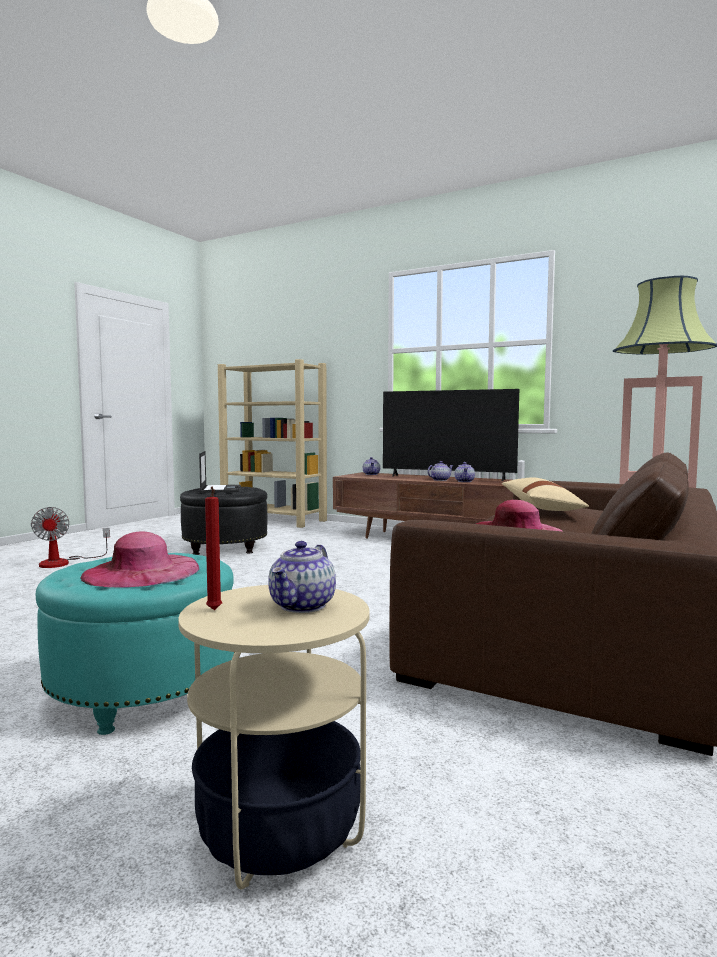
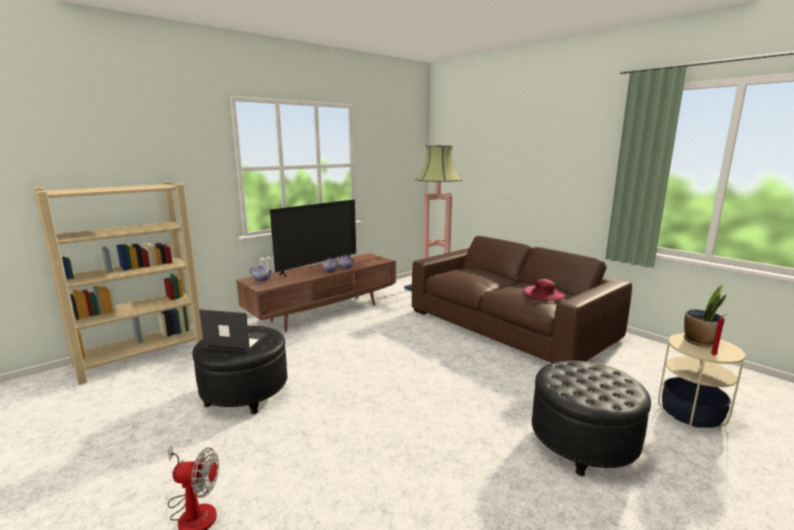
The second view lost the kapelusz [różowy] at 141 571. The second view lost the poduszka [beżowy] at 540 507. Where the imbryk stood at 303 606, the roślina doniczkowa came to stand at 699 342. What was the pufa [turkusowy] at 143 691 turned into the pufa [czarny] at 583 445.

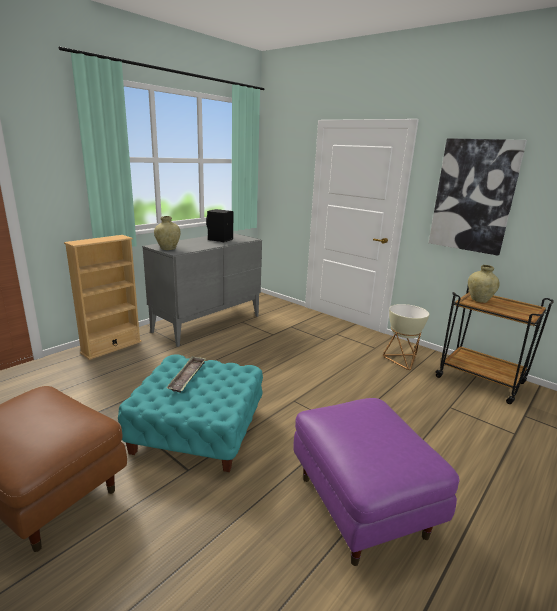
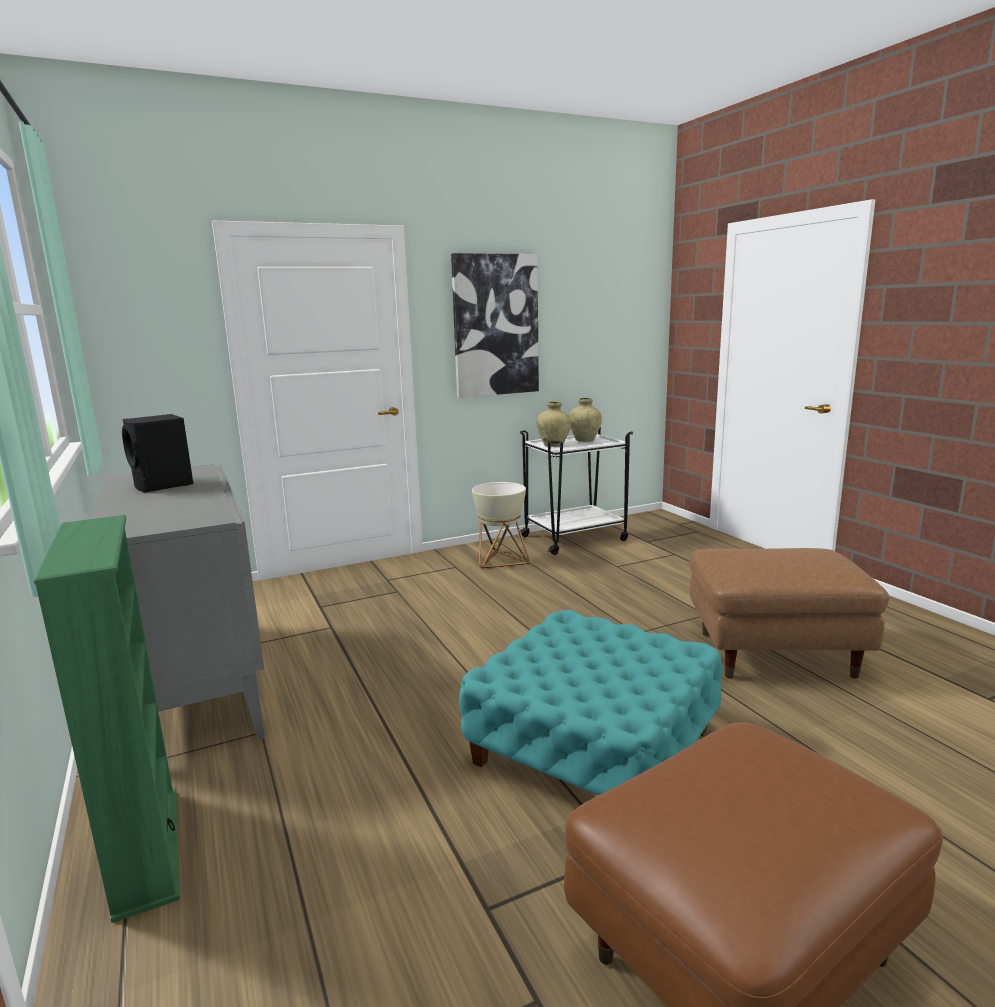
The second view lost the taca at 187 377. The wazon [beżowy] ended up elsewhere, having gone from 168 248 to 584 440. What was the regał [beżowy] at 111 347 turned into the regał [zielony] at 147 850. What was the pufa [fioletowy] at 360 505 turned into the pufa [brązowy] at 772 654. What was the wózek [brązowy] at 481 380 turned into the wózek [biały] at 575 538.

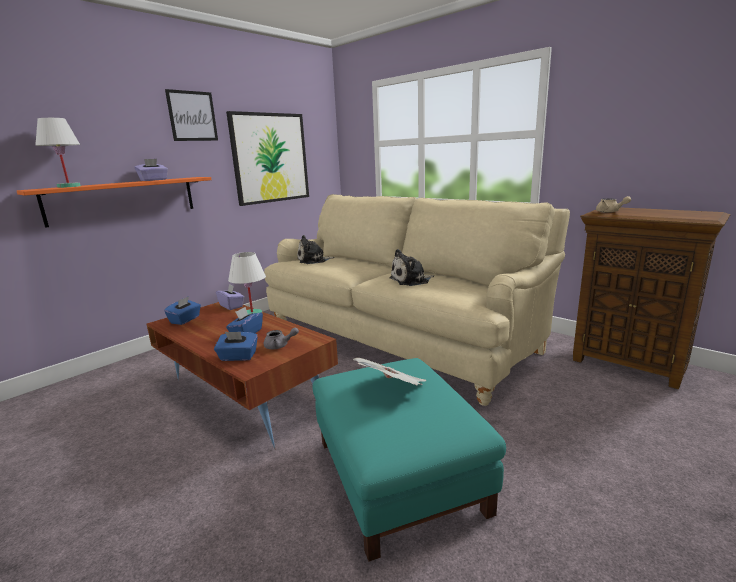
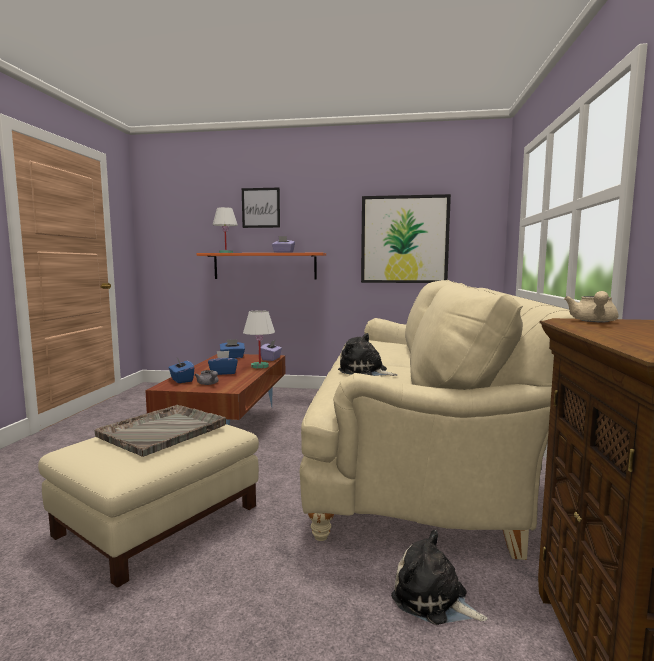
The obraz ended up elsewhere, having gone from 192 116 to 261 208. The pluszak ended up elsewhere, having gone from 313 260 to 433 599. Where the gazeta stood at 392 389, the taca [szary] came to stand at 164 430. What was the pufa [turkusowy] at 396 474 turned into the pufa [beżowy] at 159 519.

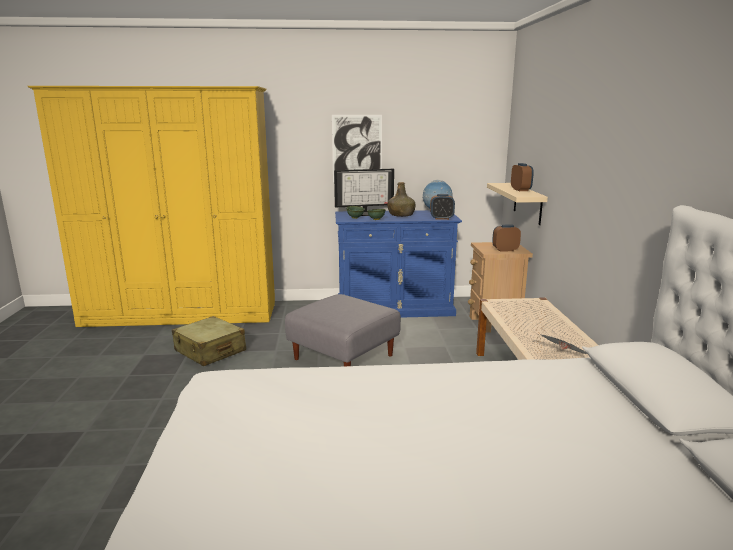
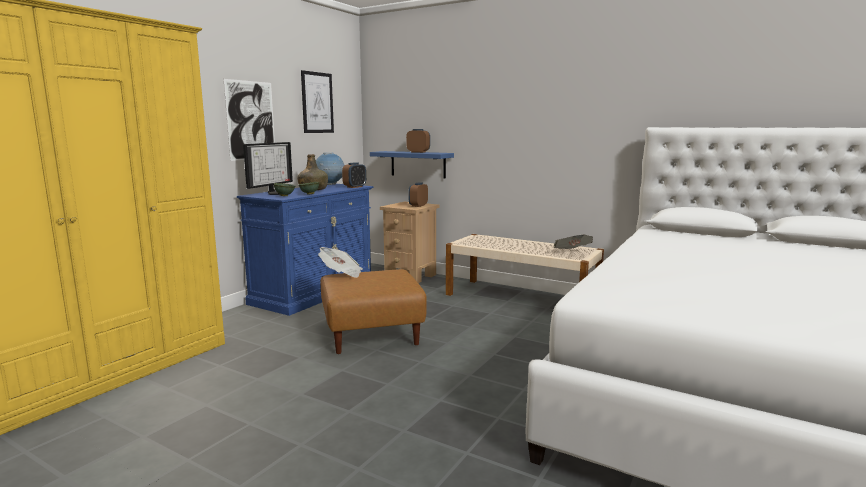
The second view lost the walizka [beżowy] at 210 351. The second view gained the obraz at 317 102. The second view gained the gazeta at 341 273. What was the pufa [szary] at 344 357 turned into the pufa [brązowy] at 372 334. What was the półka [beżowy] at 527 203 turned into the półka [niebieski] at 418 164.

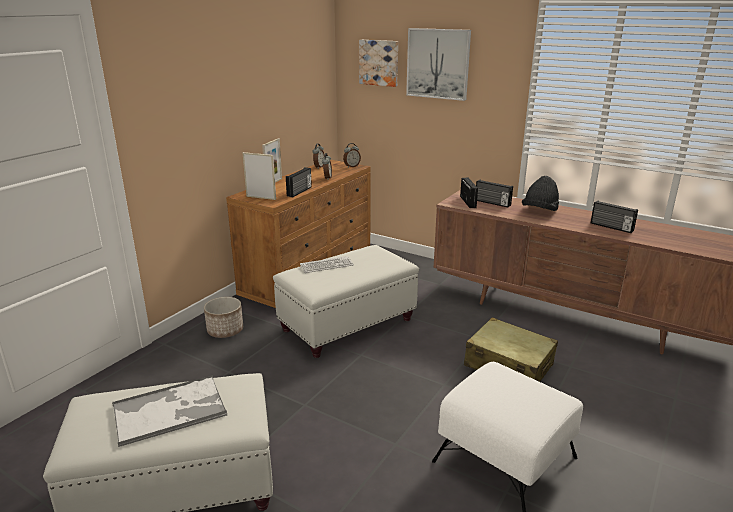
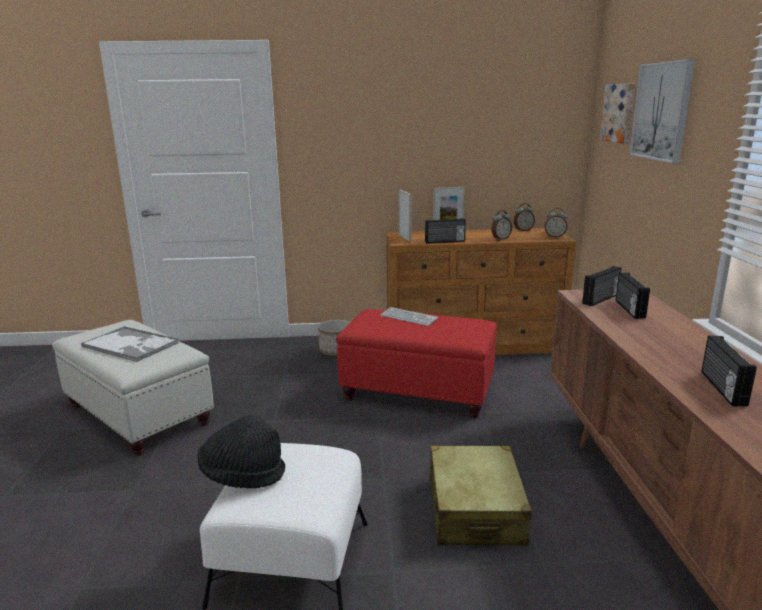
The kapelusz [czarny] ended up elsewhere, having gone from 539 211 to 242 475. What was the pufa [biały] at 348 324 turned into the pufa [czerwony] at 419 392.

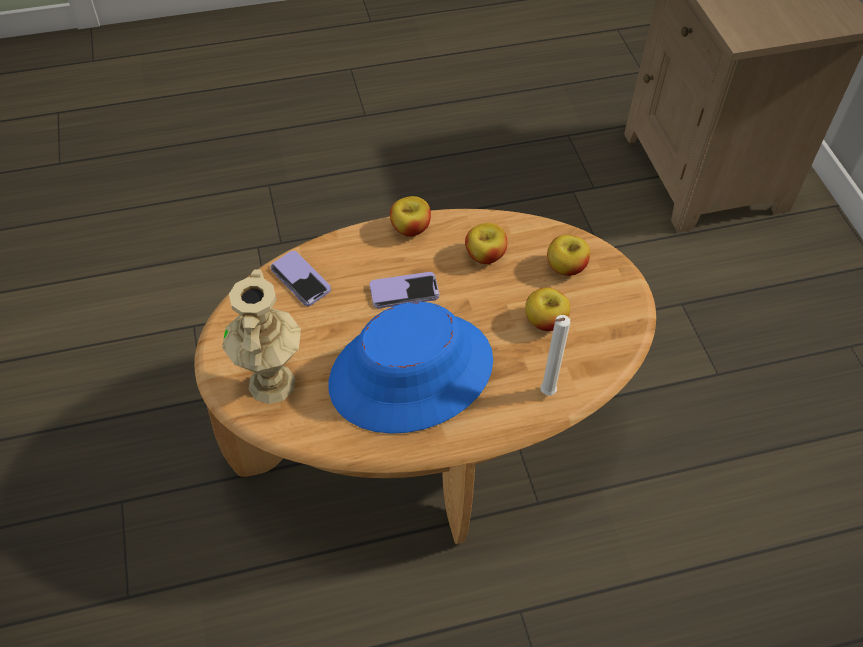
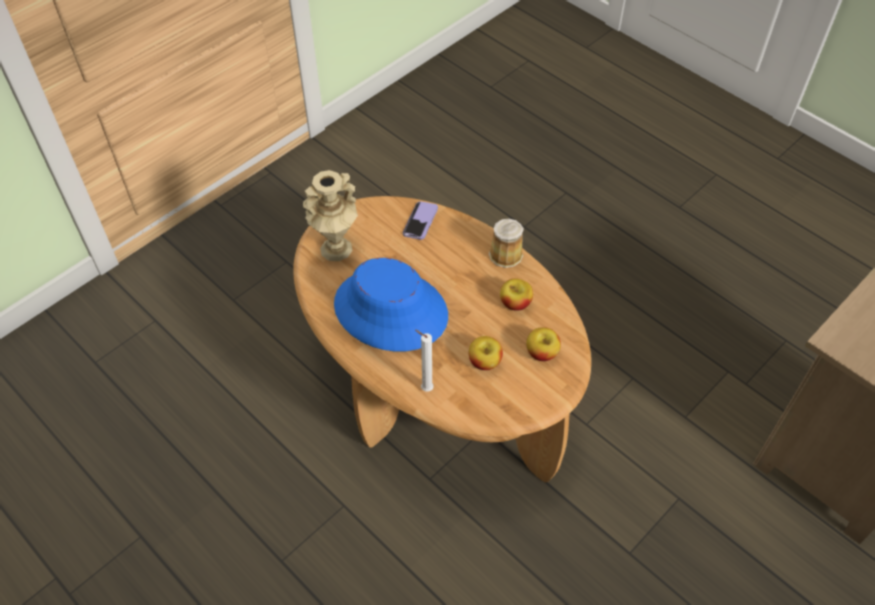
The second view lost the telefon at 404 291. Where the jabłko stood at 410 228, the kubek came to stand at 505 253.

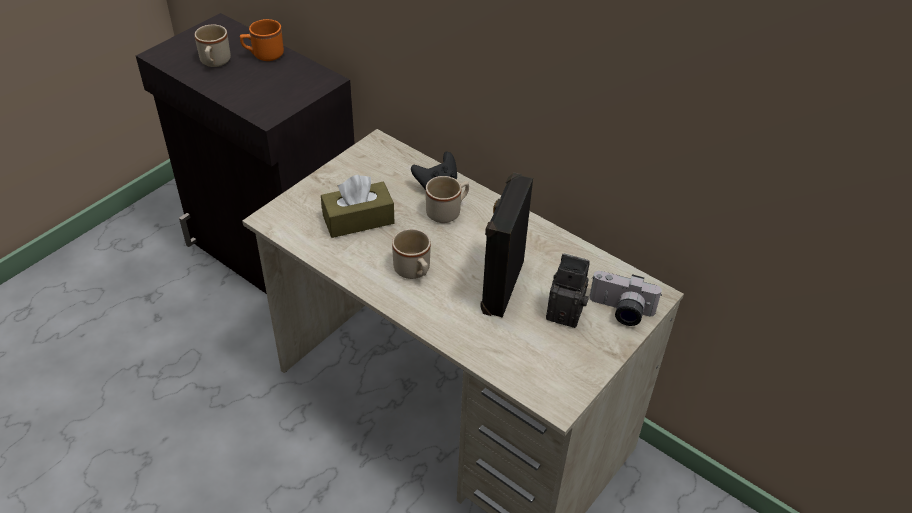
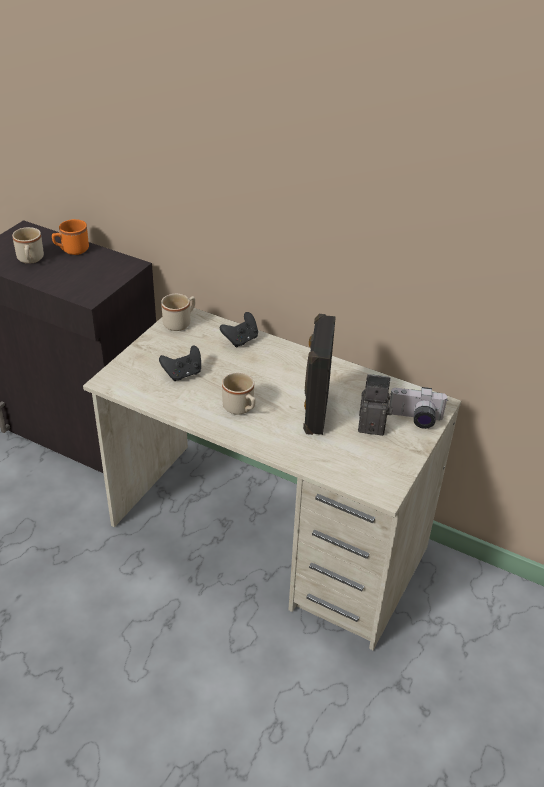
The kubek [beżowy] ended up elsewhere, having gone from 448 211 to 180 322. Where the pudełko chusteczek [brązowy] stood at 358 220, the pad do gier [czarny] came to stand at 183 374.

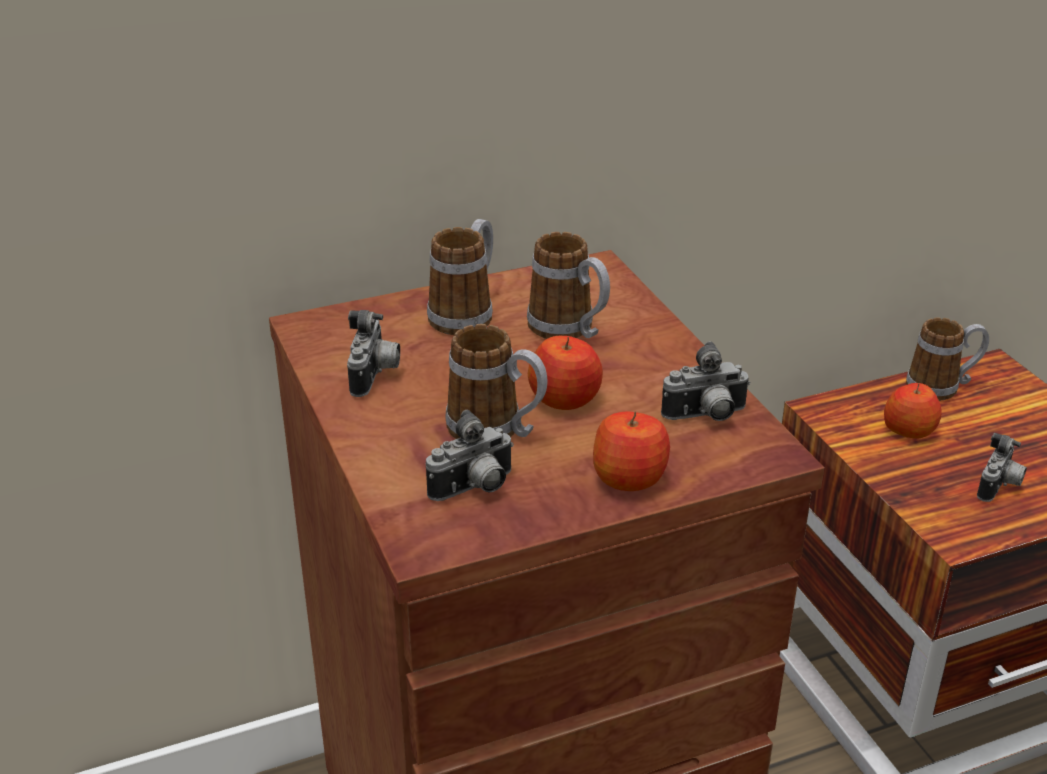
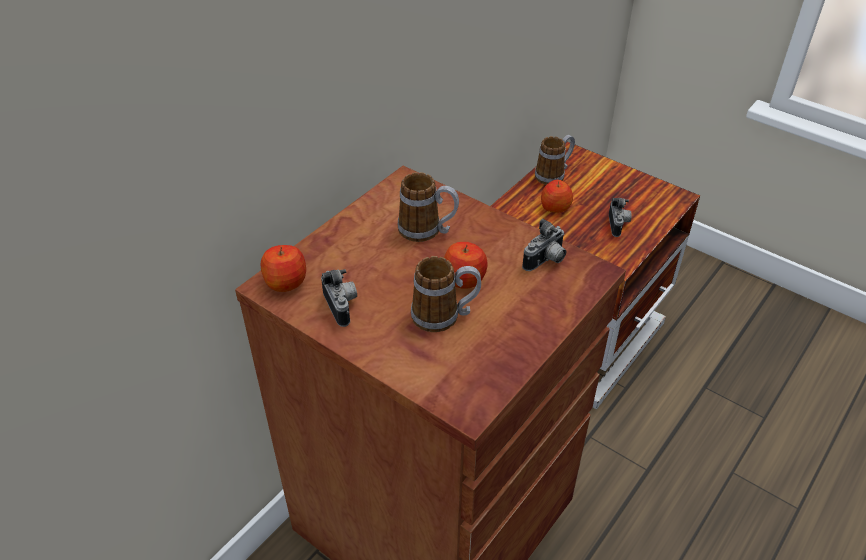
The second view lost the aparat fotograficzny at 475 489. The second view lost the kubek at 467 313. The jabłko ended up elsewhere, having gone from 629 477 to 285 282.

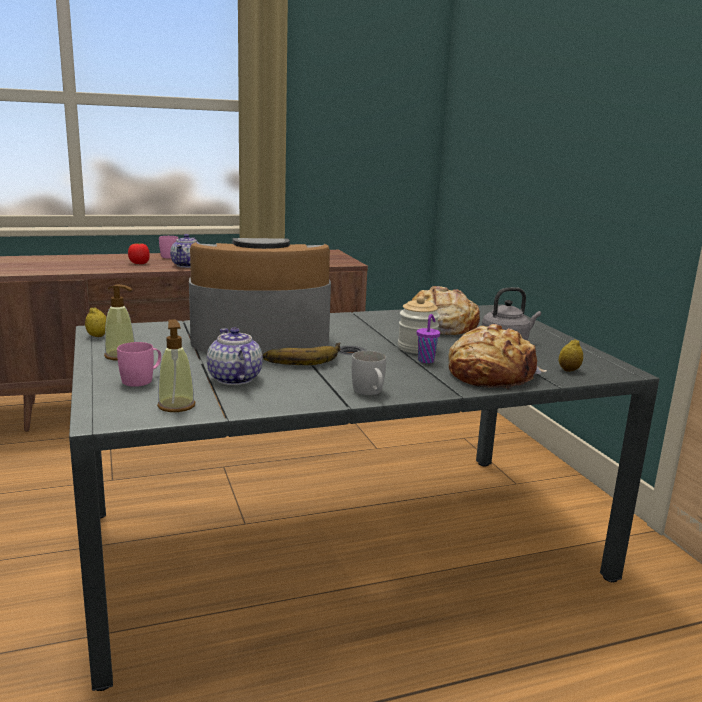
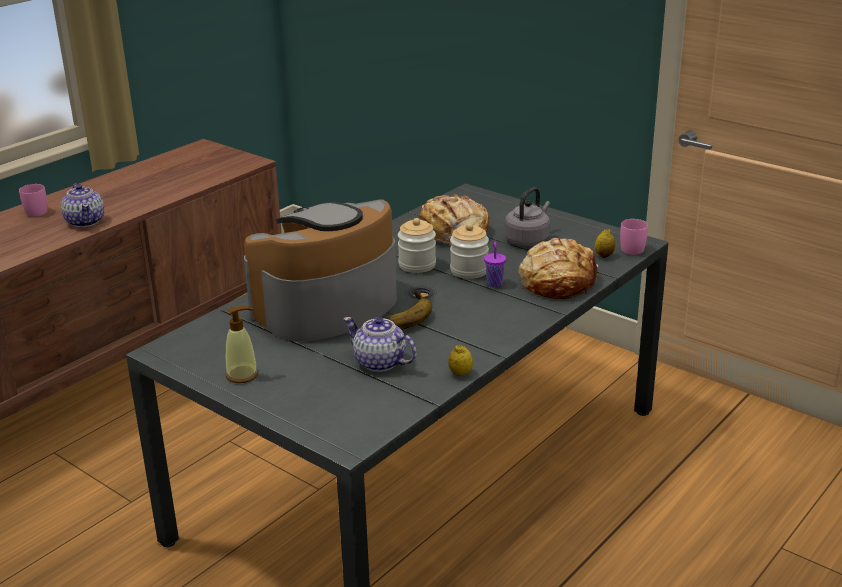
The second view lost the pomidor at 139 263. The second view lost the dozownik mydła at 176 405. The second view lost the kubek [biały] at 370 392. The second view gained the słoik at 417 265. The cytryna ended up elsewhere, having gone from 97 336 to 460 373. The kubek [różowy] ended up elsewhere, having gone from 142 379 to 631 247.

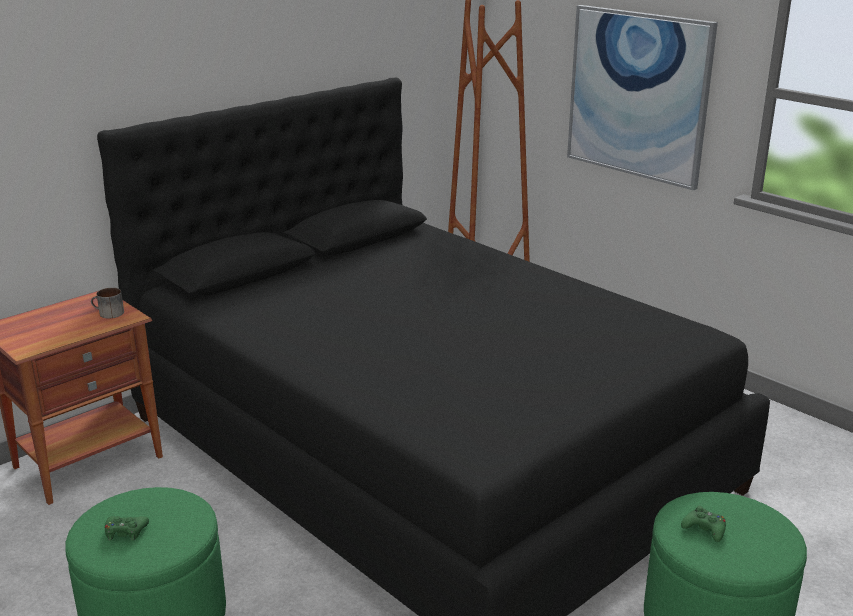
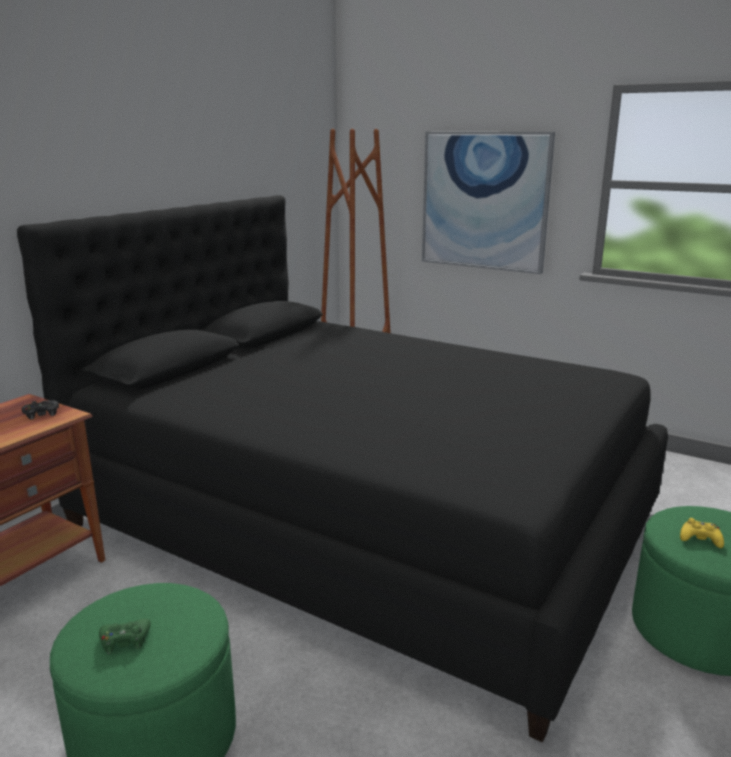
Where the kubek stood at 108 314, the pad do gier [czarny] came to stand at 41 414. What was the pad do gier [zielony] at 704 529 turned into the pad do gier [żółty] at 700 539.

